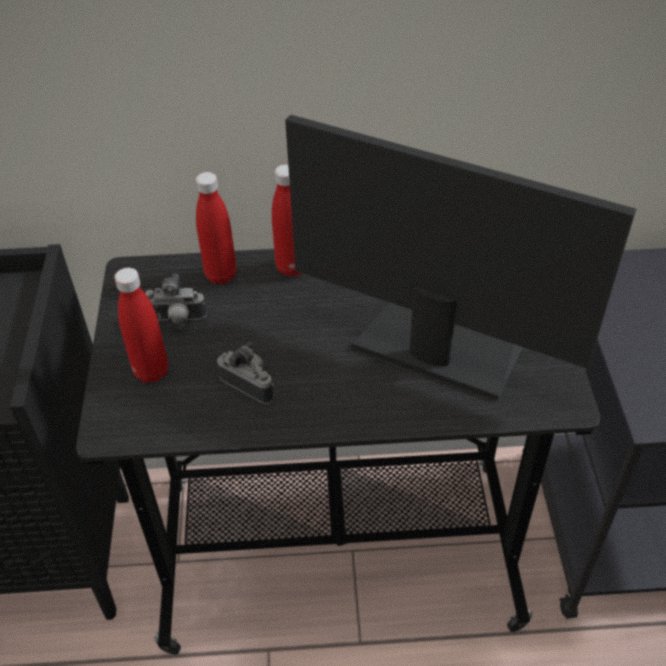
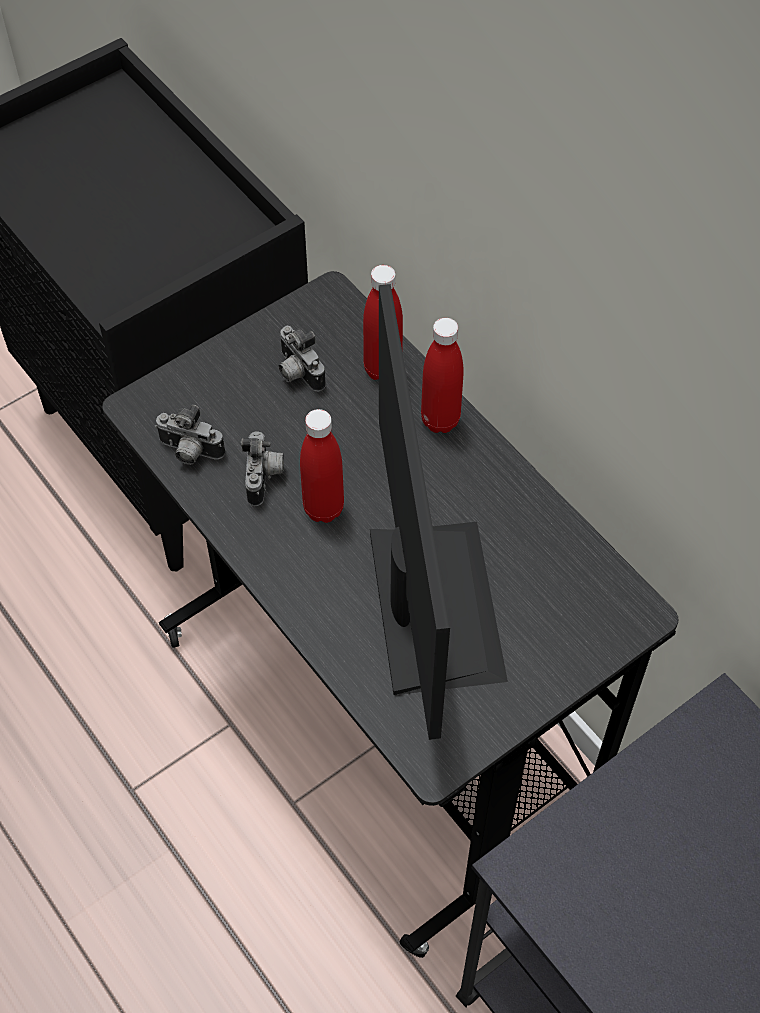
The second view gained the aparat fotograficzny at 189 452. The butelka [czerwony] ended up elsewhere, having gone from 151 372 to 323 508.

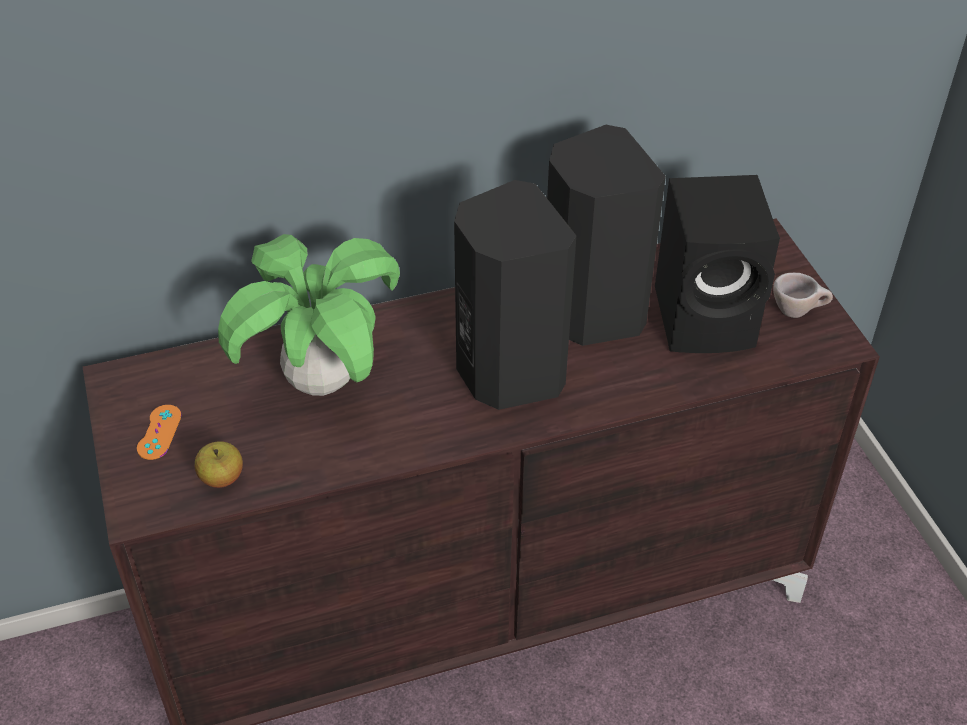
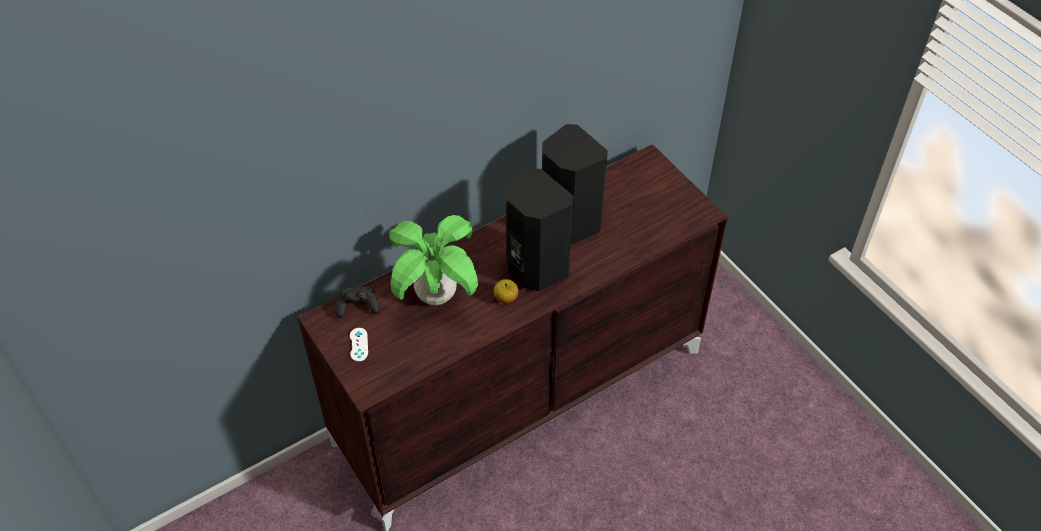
The second view lost the głośnik [czarny] at 708 318. The second view lost the filiżanka [beżowy] at 797 311. The second view gained the pad do gier [czarny] at 358 306. The jabłko ended up elsewhere, having gone from 221 478 to 506 298. What was the pad do gier [pomarańczowy] at 159 432 turned into the pad do gier [biały] at 359 344.

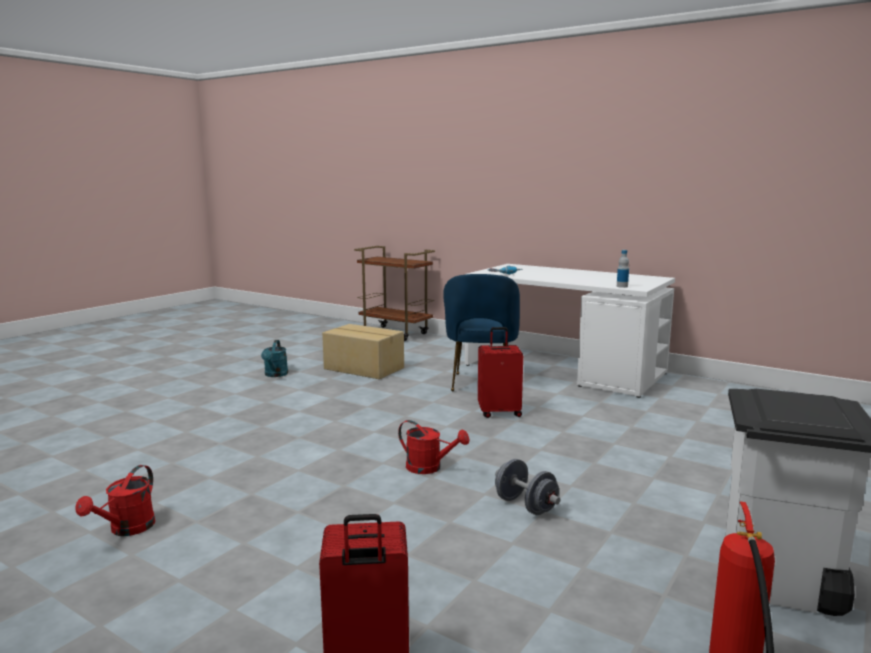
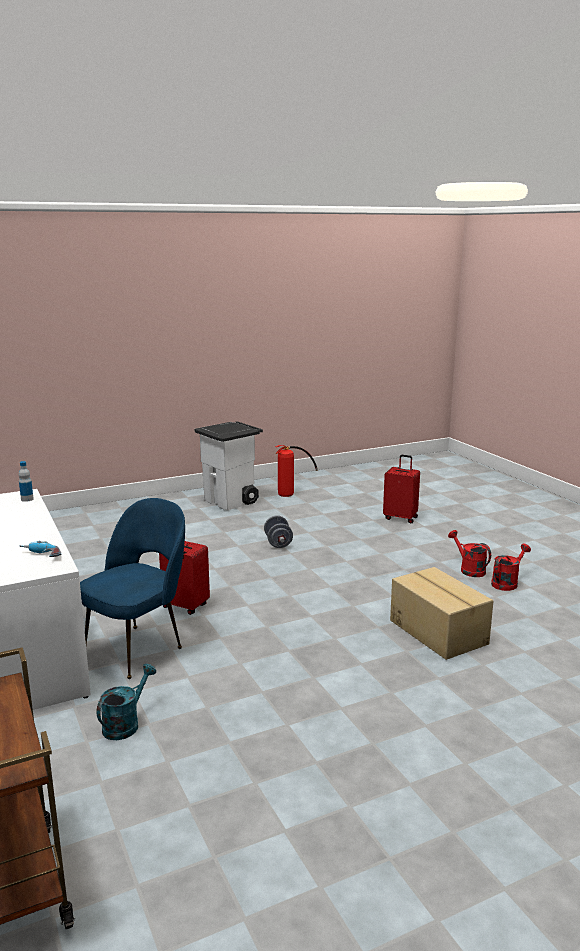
The konewka [turkusowy] ended up elsewhere, having gone from 275 375 to 125 724. The karton ended up elsewhere, having gone from 363 369 to 438 631. The konewka [czerwony] ended up elsewhere, having gone from 429 468 to 469 569.

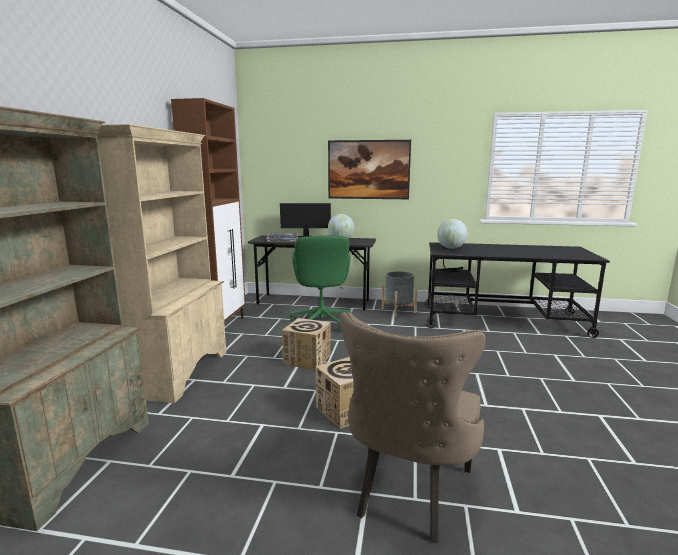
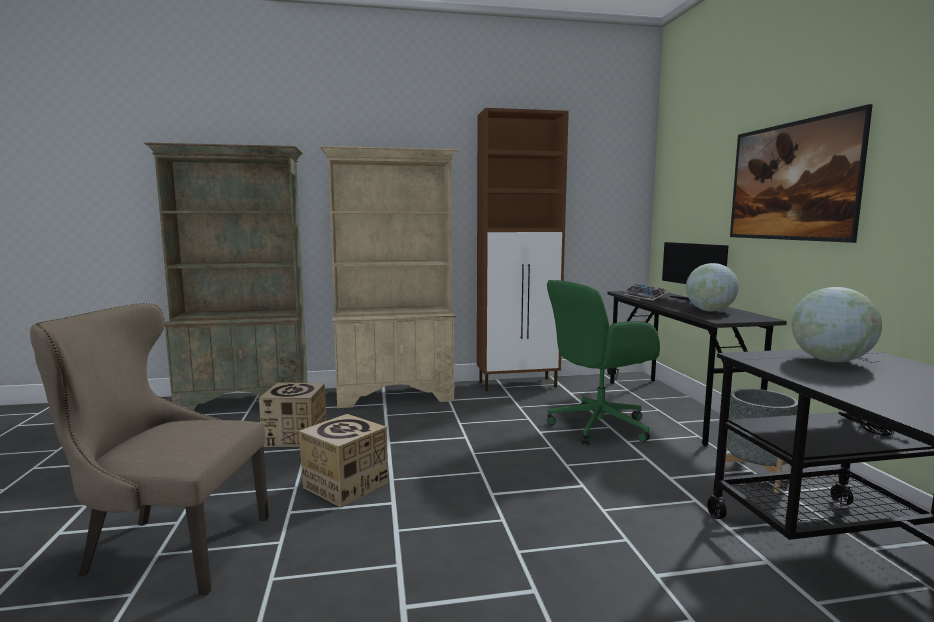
The karton ended up elsewhere, having gone from 307 359 to 295 437.

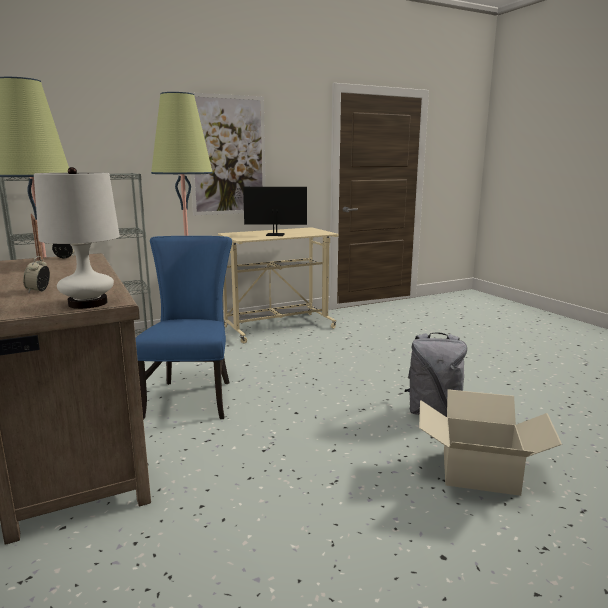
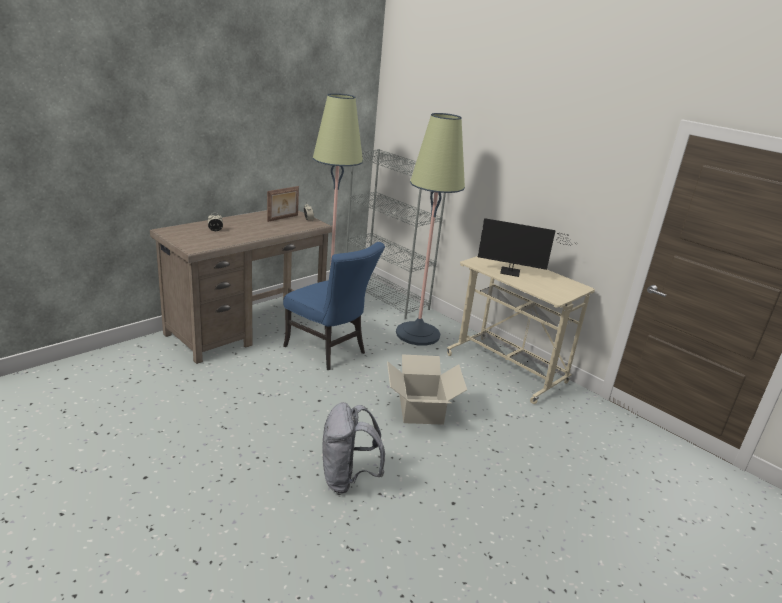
The second view lost the lampa stołowa [biały] at 88 303. The second view lost the obraz at 228 155. The karton ended up elsewhere, having gone from 479 471 to 421 409. The krzesło [niebieski] at 192 396 ended up facing another way, 60 degrees clockwise from before. The monitor at 272 234 ended up facing another way, 120 degrees clockwise from before.

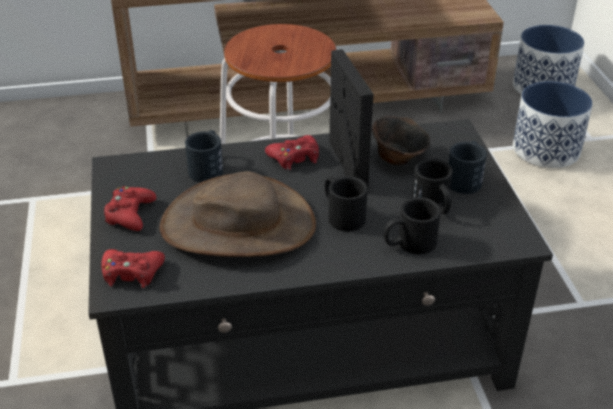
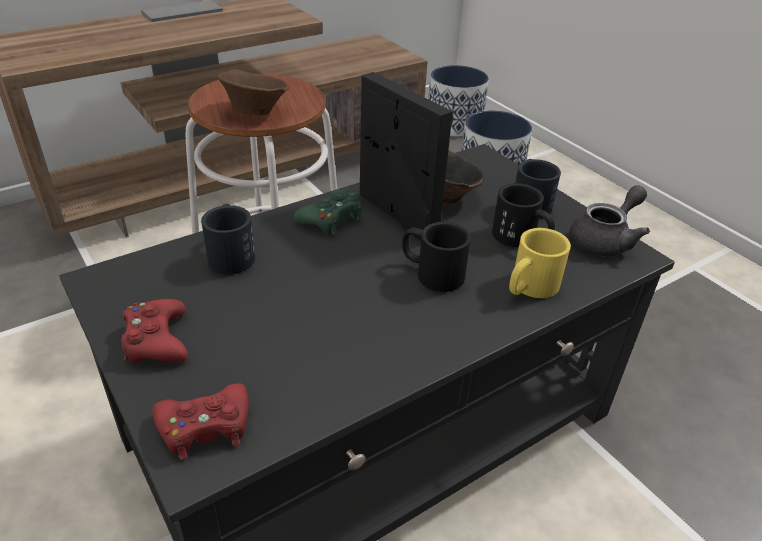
The second view lost the kapelusz [brązowy] at 238 224. The second view gained the miska [brązowy] at 255 112. The second view gained the imbryk [szary] at 605 240. What was the pad do gier [czerwony] at 294 158 turned into the pad do gier [zielony] at 331 219. What was the kubek [czarny] at 409 244 turned into the kubek [żółty] at 529 288.

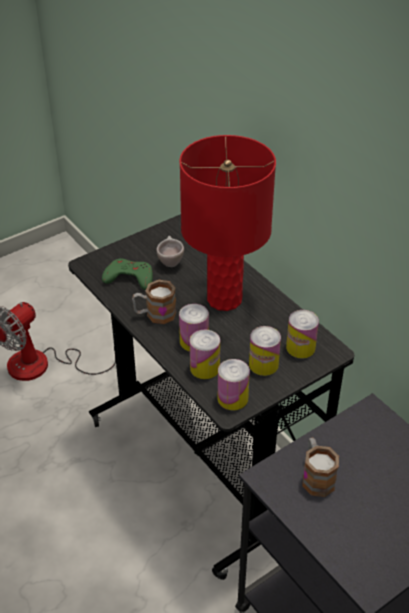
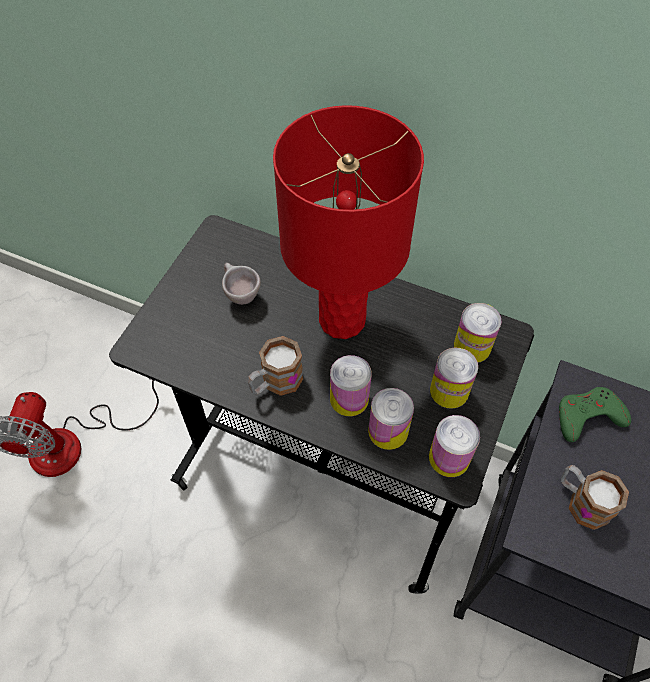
The pad do gier [zielony] ended up elsewhere, having gone from 129 278 to 588 416.

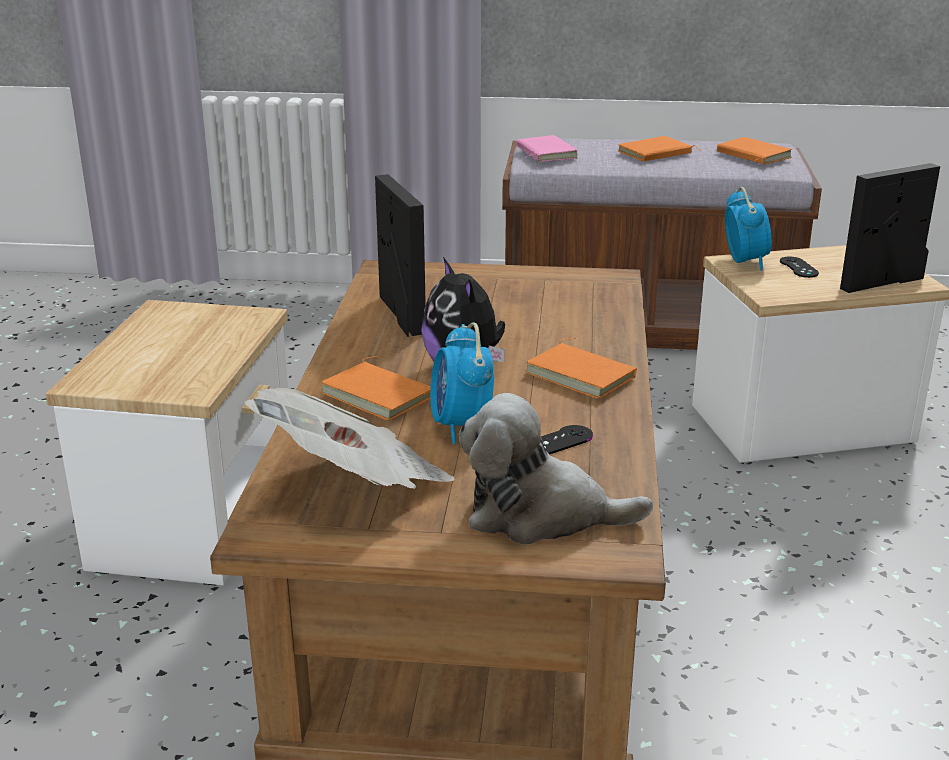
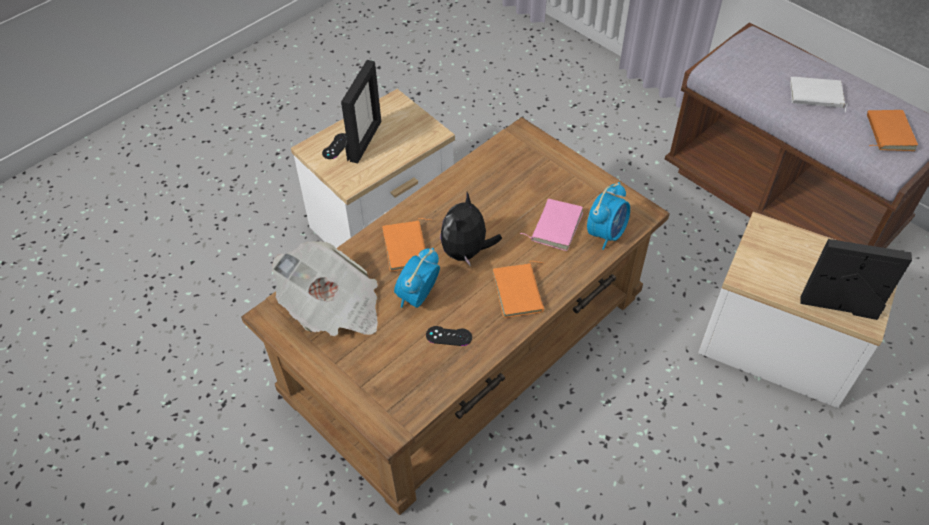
The second view lost the pluszak at 540 515. The ramka na zdjęcie ended up elsewhere, having gone from 399 315 to 364 141. The książka [różowy] ended up elsewhere, having gone from 544 153 to 555 226. The budzik ended up elsewhere, having gone from 744 262 to 606 233. The pad do gier [czarny] ended up elsewhere, having gone from 798 267 to 336 146. What was the książka [pomarańczowy] at 656 154 turned into the książka [biały] at 815 96.

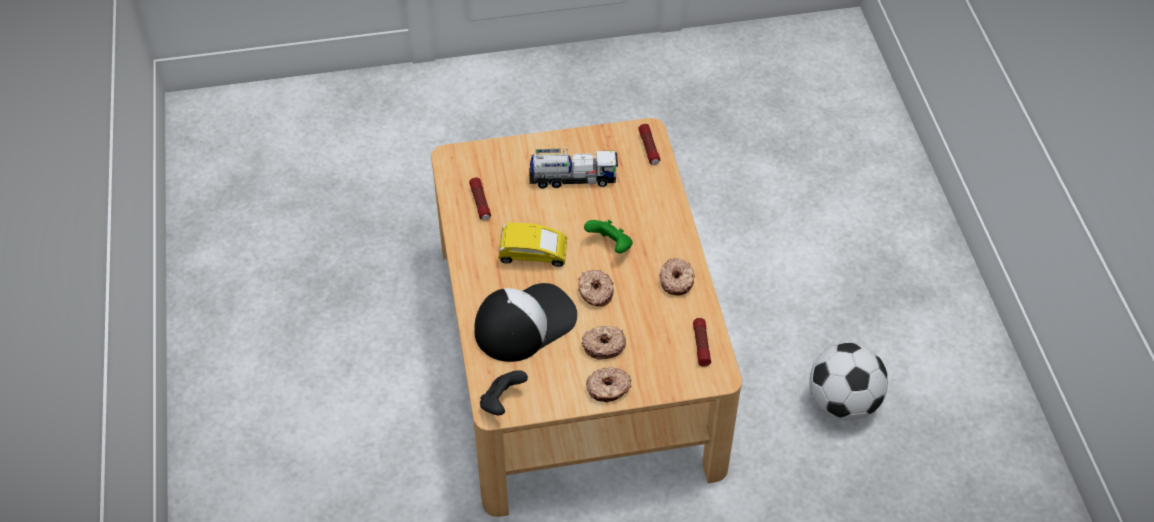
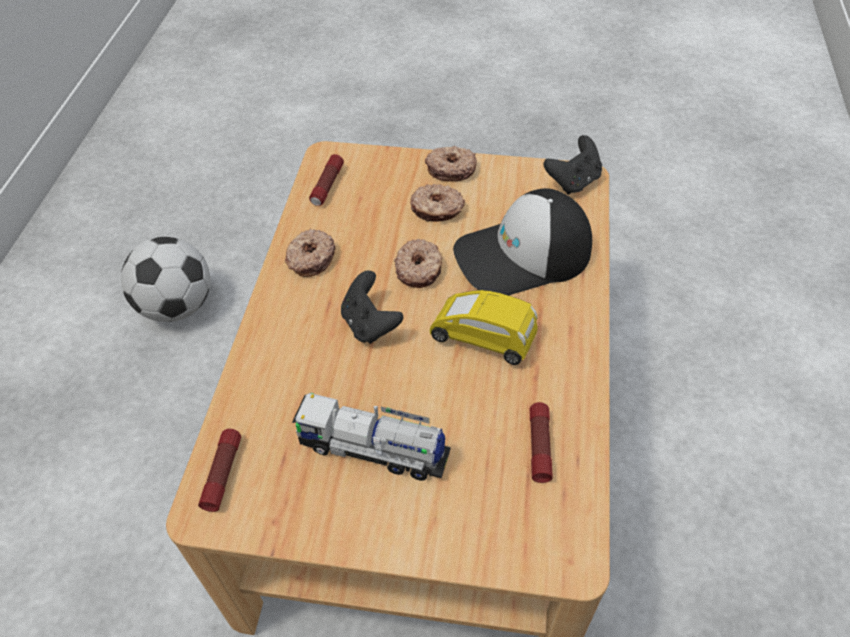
What was the pad do gier [zielony] at 610 246 turned into the pad do gier [czarny] at 370 324.

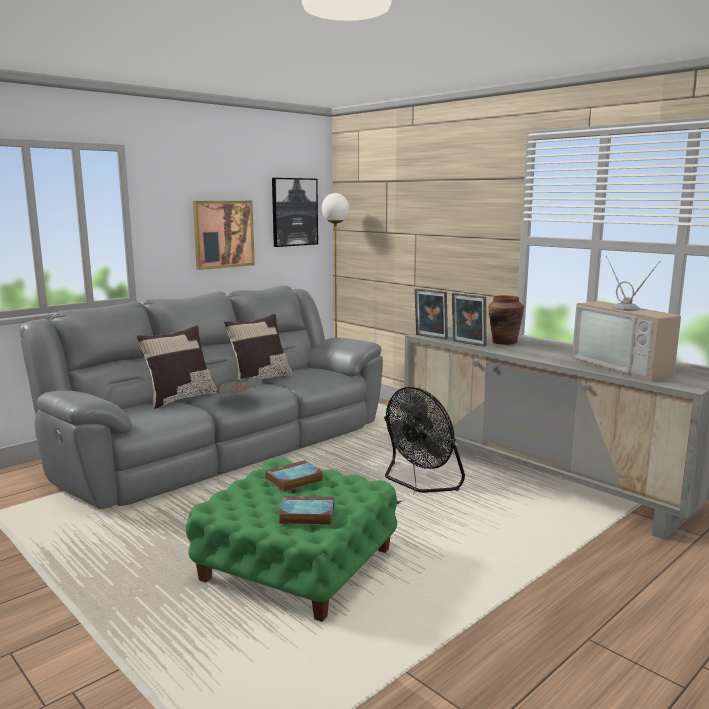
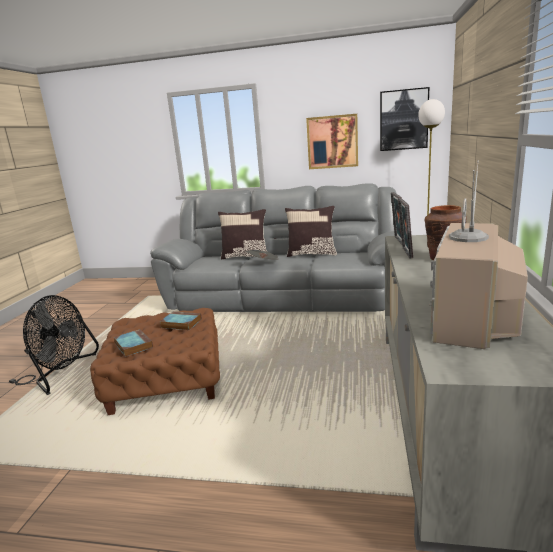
The wentylator [czarny] ended up elsewhere, having gone from 413 483 to 58 374. What was the pufa [zielony] at 297 565 turned into the pufa [brązowy] at 167 379.

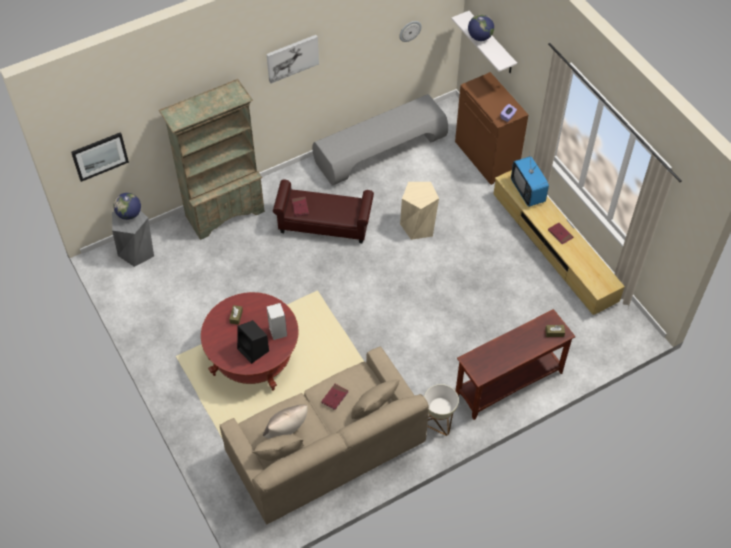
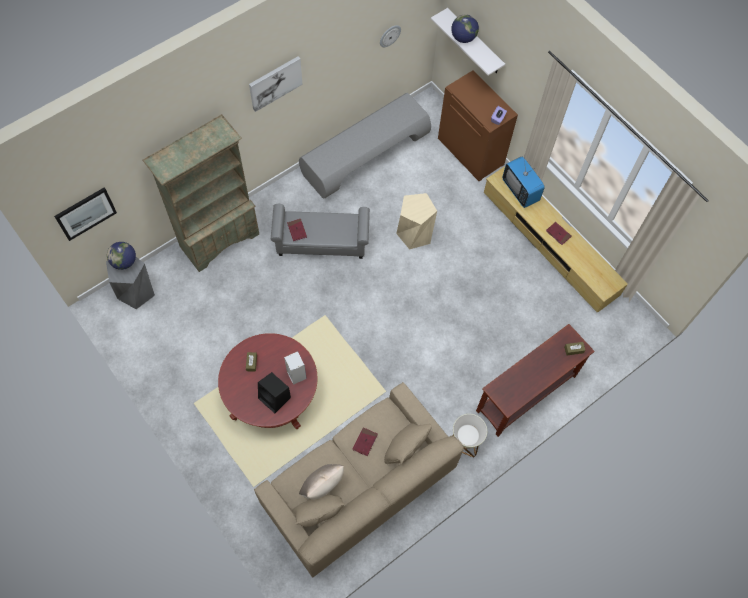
What was the pufa [brązowy] at 324 224 turned into the pufa [szary] at 321 242.

